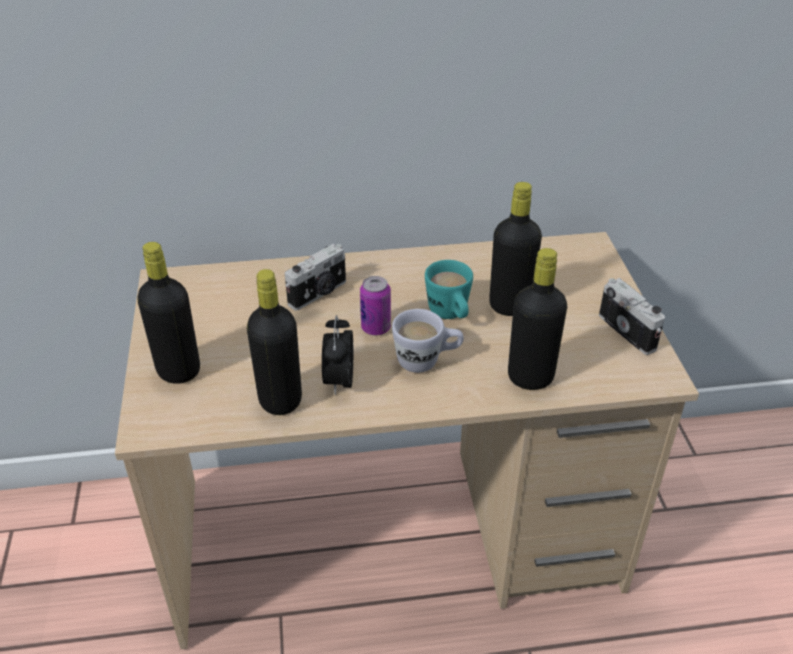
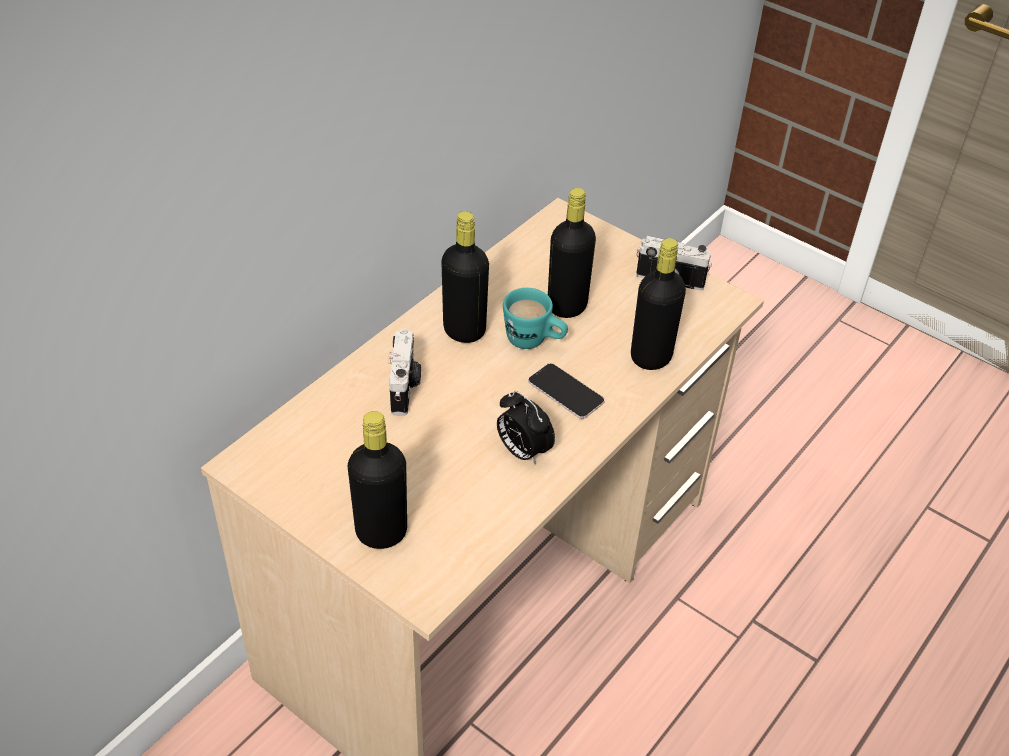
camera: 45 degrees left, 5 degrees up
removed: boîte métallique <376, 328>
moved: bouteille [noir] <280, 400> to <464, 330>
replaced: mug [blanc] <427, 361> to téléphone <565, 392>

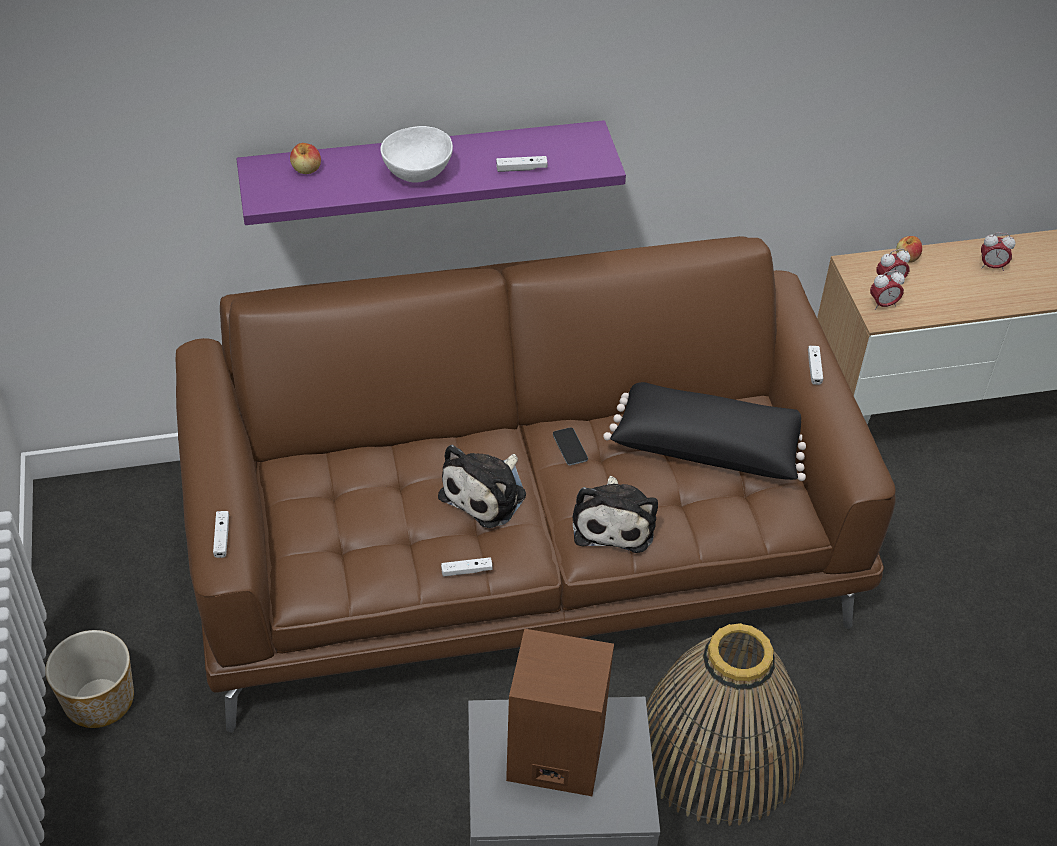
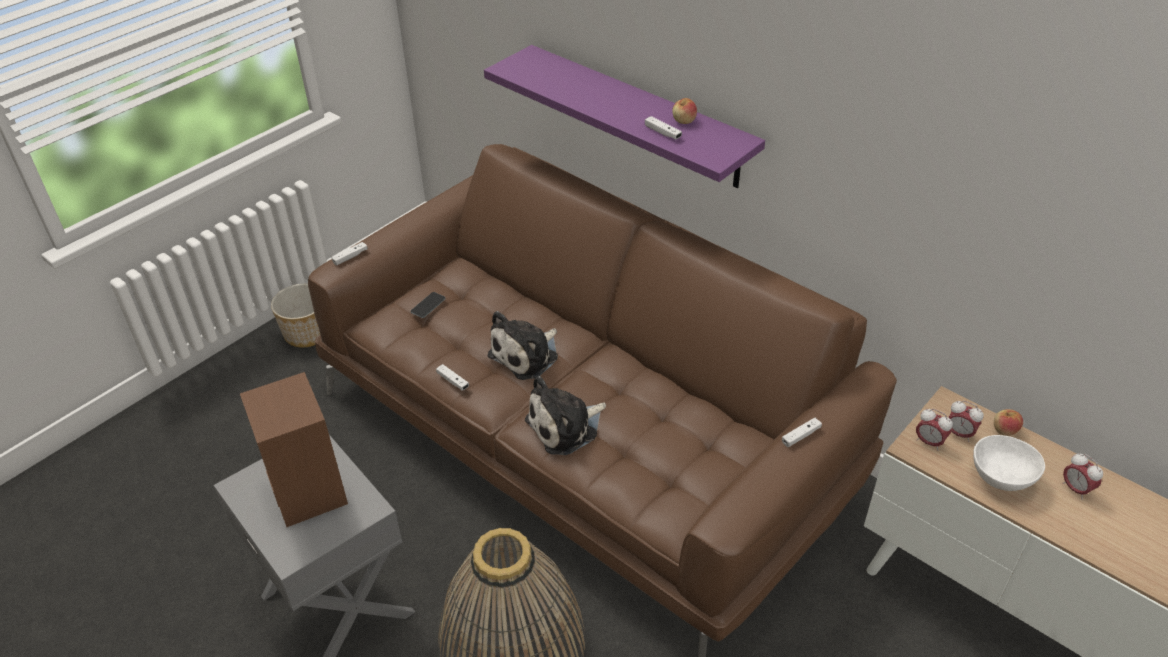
camera: 55 degrees right, 5 degrees down
removed: coussin [noir] <708, 445>
moved: pomme <306, 169> to <684, 121>; bol [blanc] <419, 173> to <1002, 479>; téléphone <570, 447> to <428, 305>
turned: peluche <487, 493> = <527, 355> 45 degrees counterclockwise

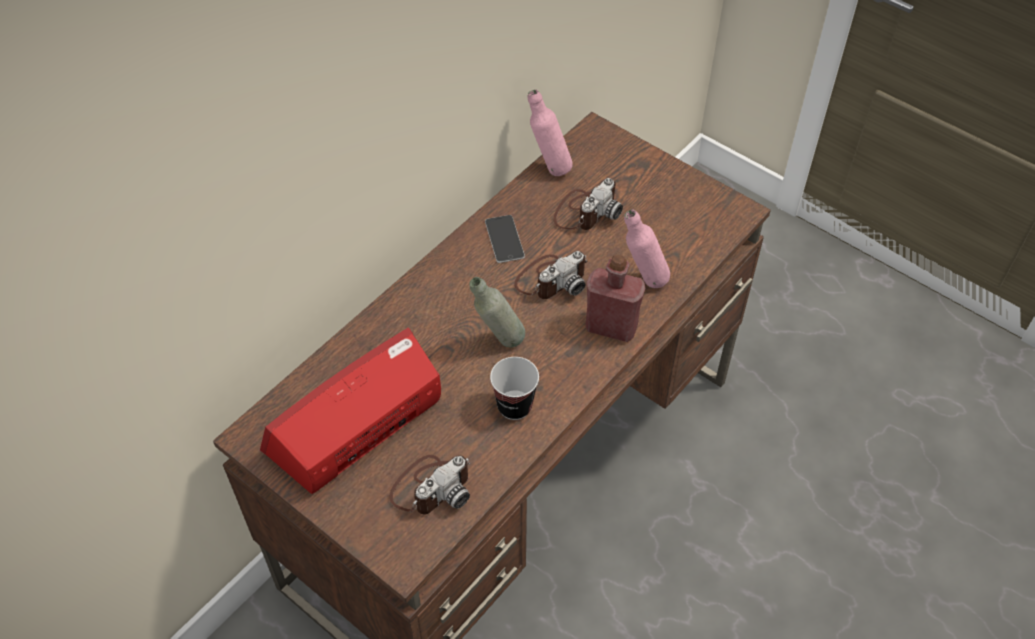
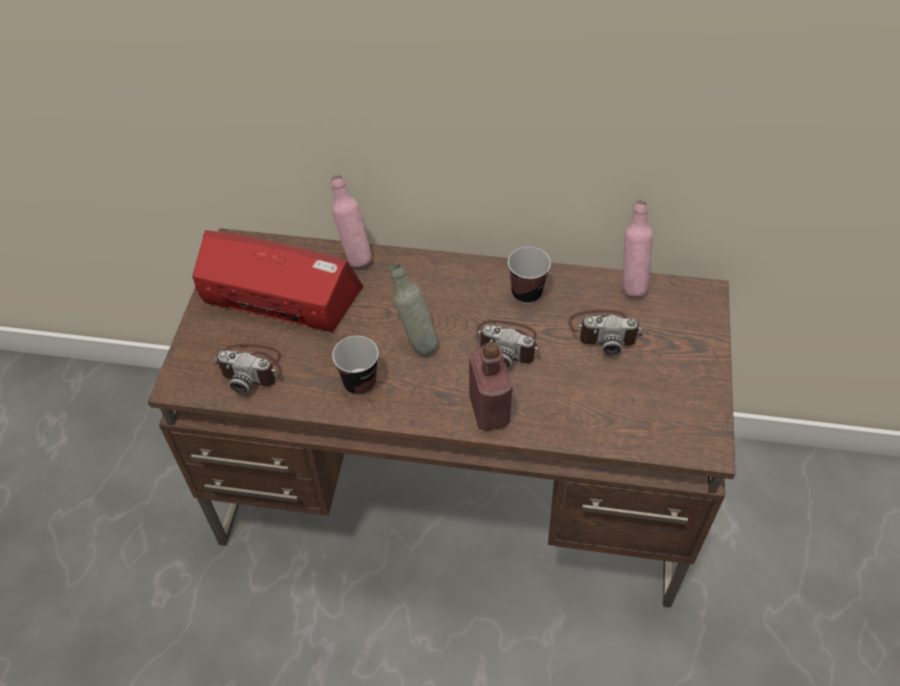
camera: 60 degrees right, 0 degrees up
moved: bouteille [rose] <643, 281> to <354, 256>
replaced: téléphone <504, 239> to tasse <526, 293>

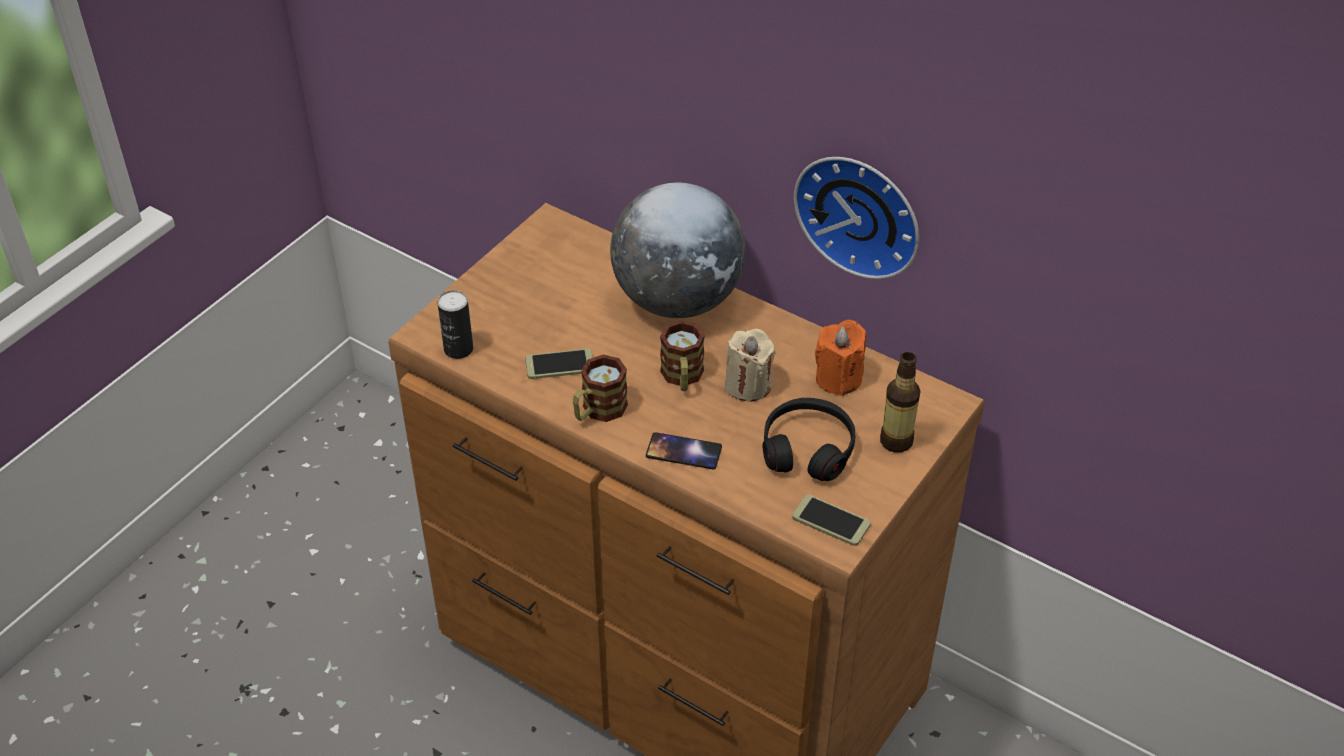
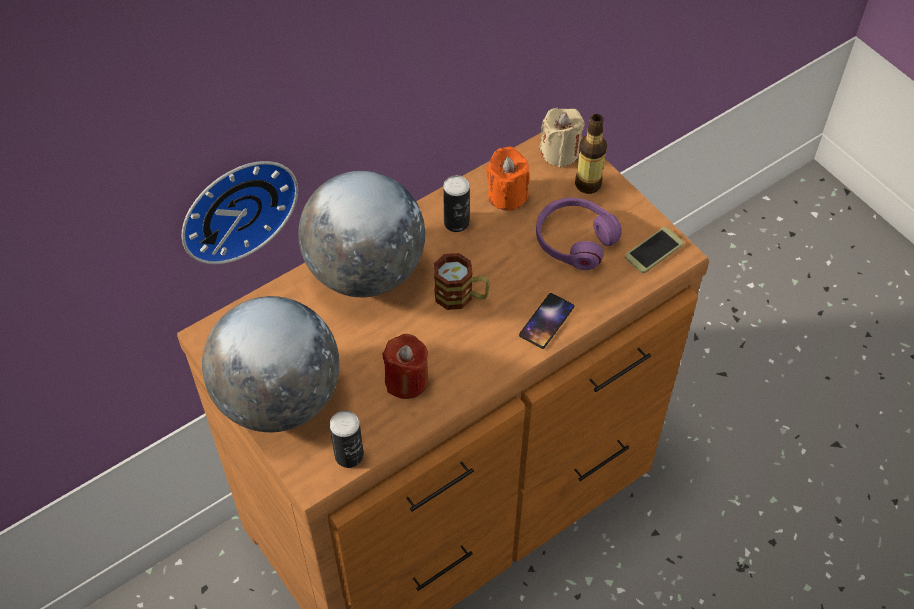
camera: 70 degrees left, 10 degrees up
removed: mug <598, 411>
added: globe <278, 398>; boîte métallique <456, 222>
moved: bougie [beige] <748, 385> to <560, 152>; horloge murale <861, 212> to <235, 206>
replaced: téléphone <559, 365> to bougie [rouge] <406, 380>
recoloured: casque audio [noir] <808, 448> to casque audio [violet] <574, 240>

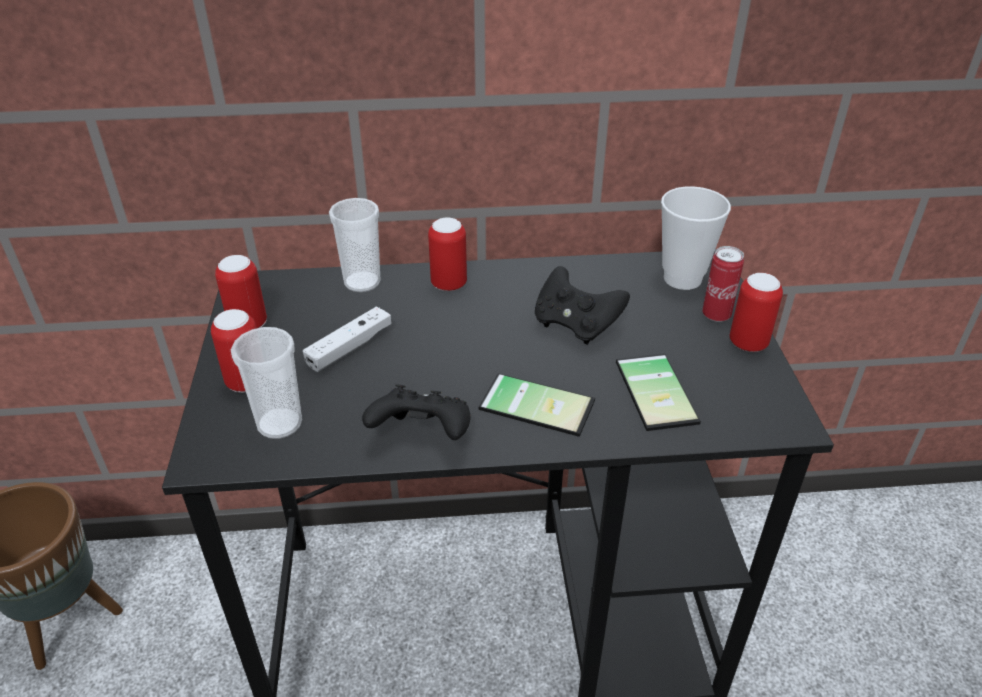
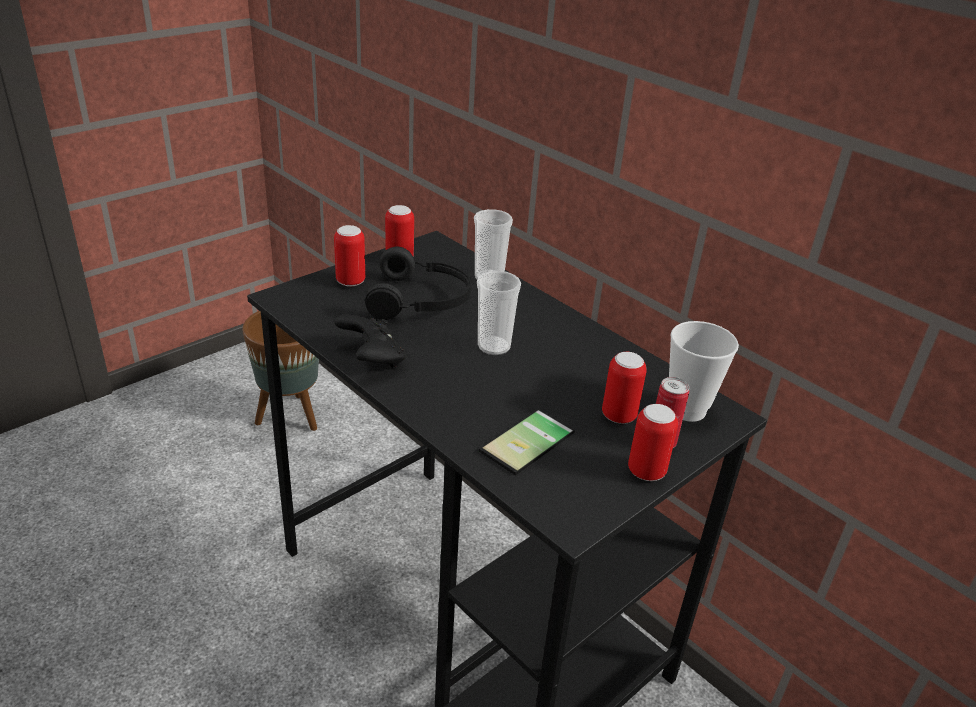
camera: 50 degrees right, 5 degrees down
removed: téléphone <539, 401>; manette [noir] <576, 325>
moved: tasse <279, 424> to <494, 346>; boîte métallique <449, 284> to <618, 416>
replaced: manette [blanc] <349, 347> to casque audio [noir] <421, 300>

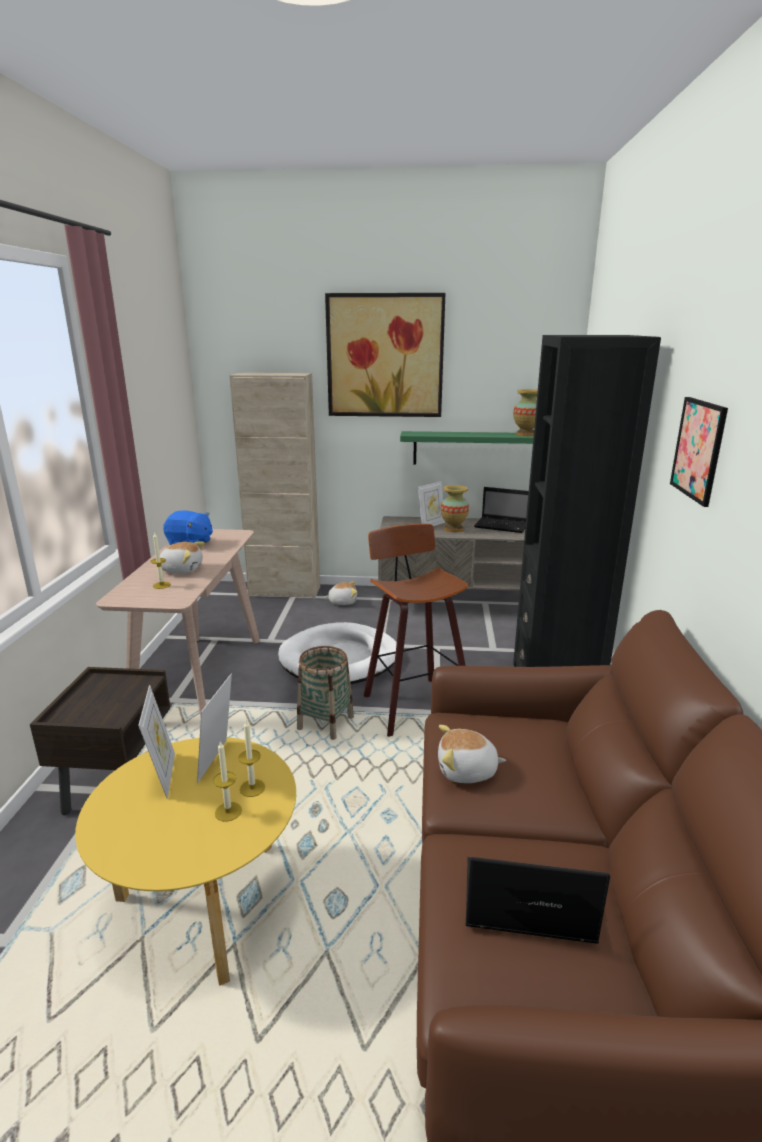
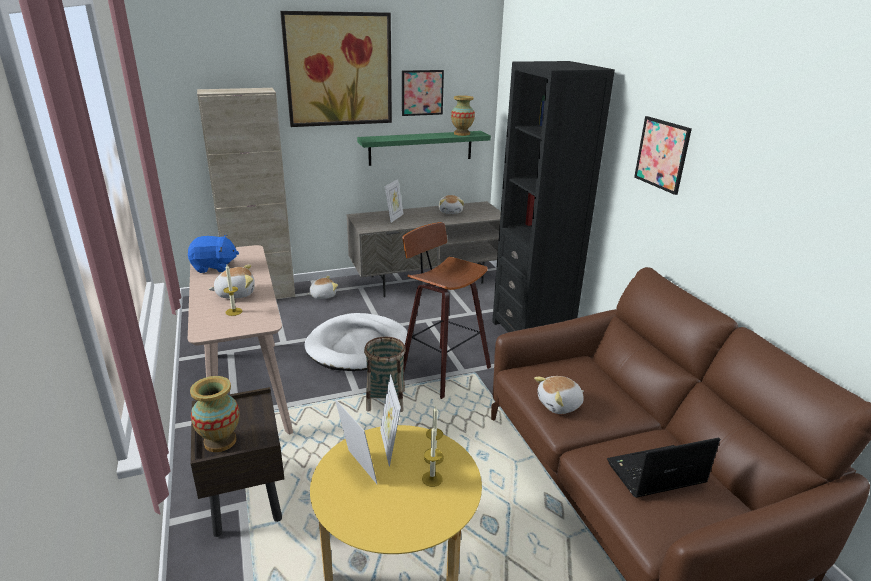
camera: 25 degrees left, 5 degrees up
added: tableau <422, 92>
moved: vase <453, 529> to <220, 441>
replaced: ordinateur portable <502, 526> to peluche <451, 212>

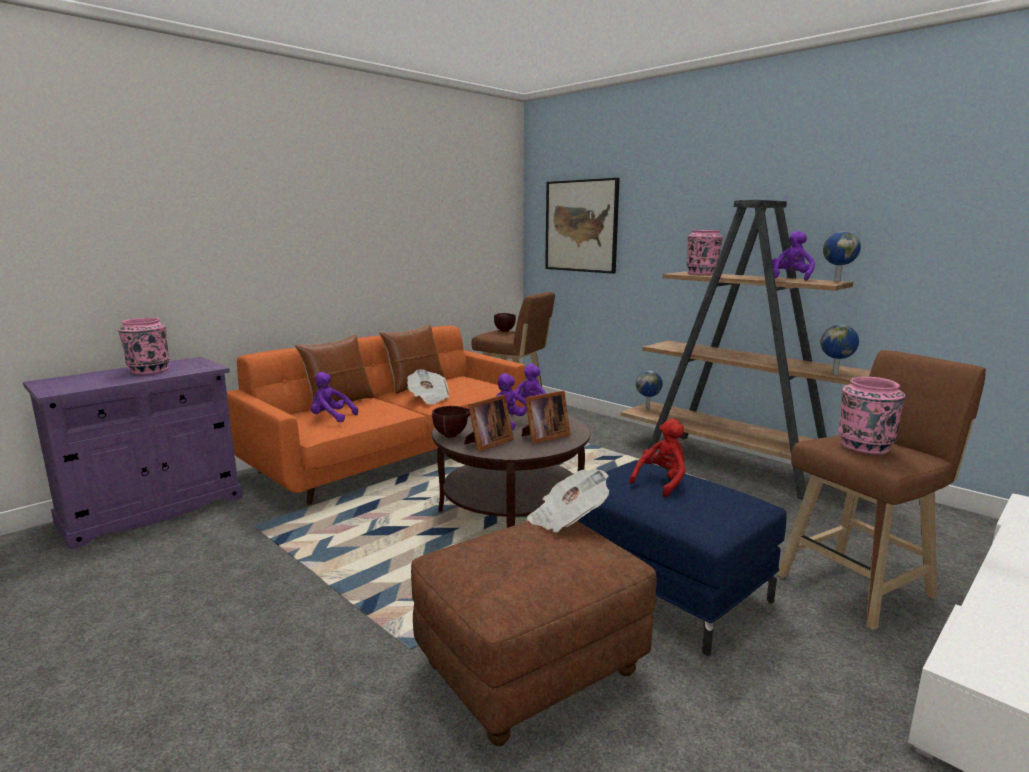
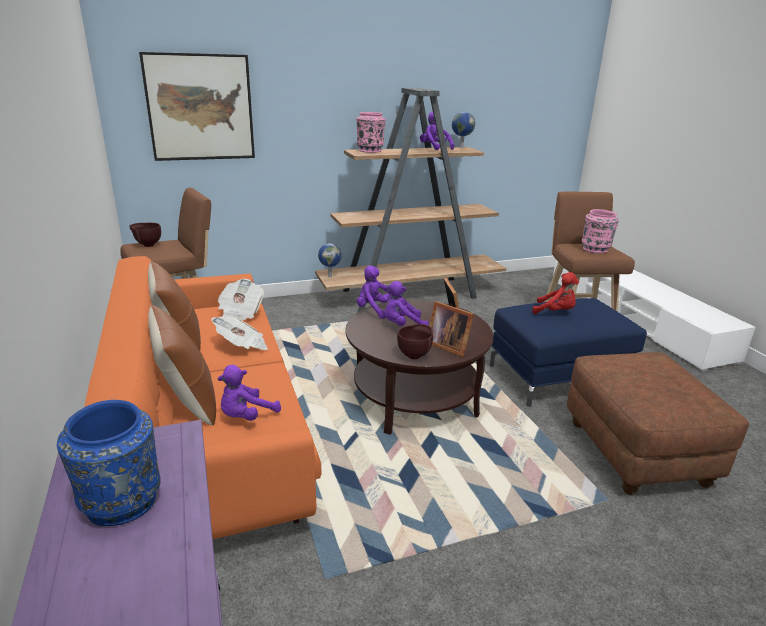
camera: 65 degrees left, 10 degrees up
removed: globe <836, 374>
moved: journal <567, 519> to <240, 313>
recoloured: vase [rose] <149, 371> to vase [bleu] <122, 504>
turned: cadre photo <487, 443> = <447, 345> 150 degrees clockwise; peluche [rouge] <662, 482> = <555, 312> 135 degrees clockwise

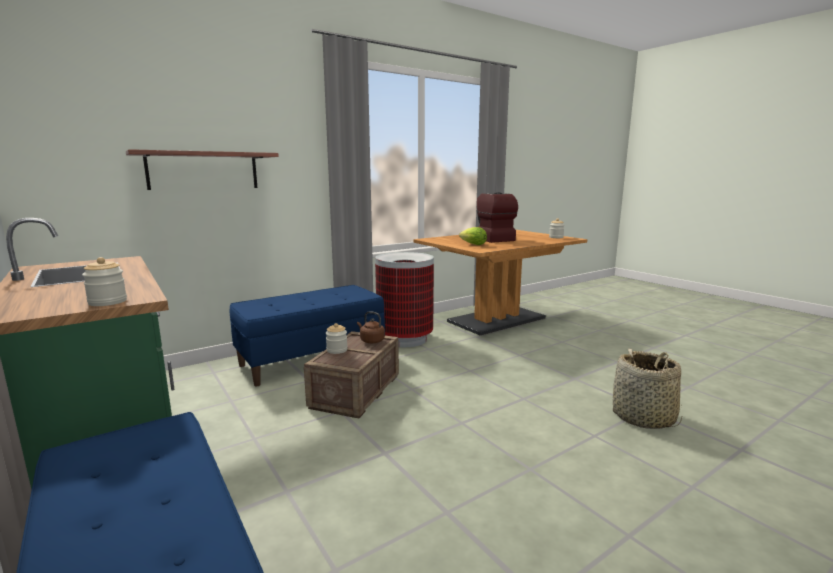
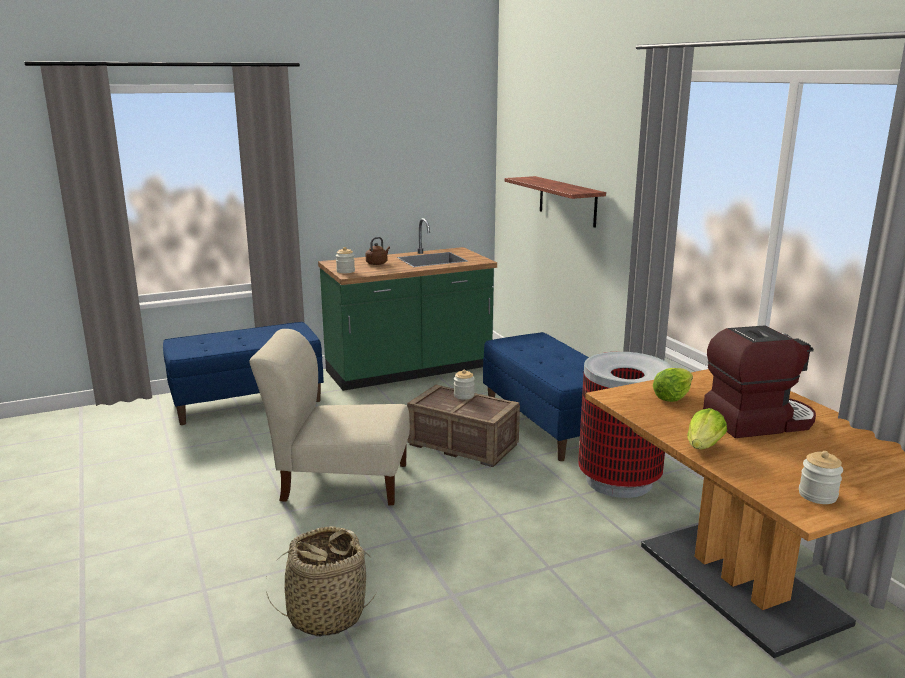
camera: 100 degrees right, 5 degrees up
added: chaise [beige] <339, 481>; laitue <704, 447>
moved: bouilloire [marron] <371, 341> to <377, 263>

